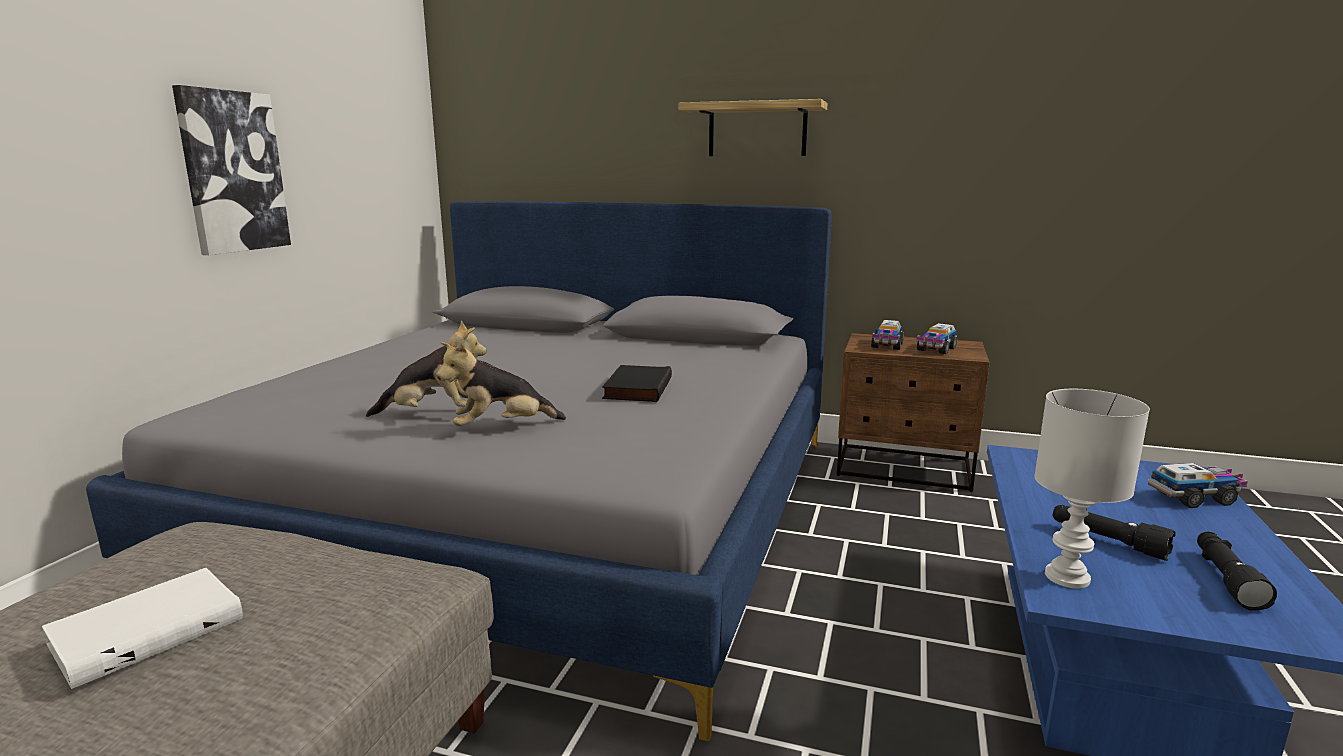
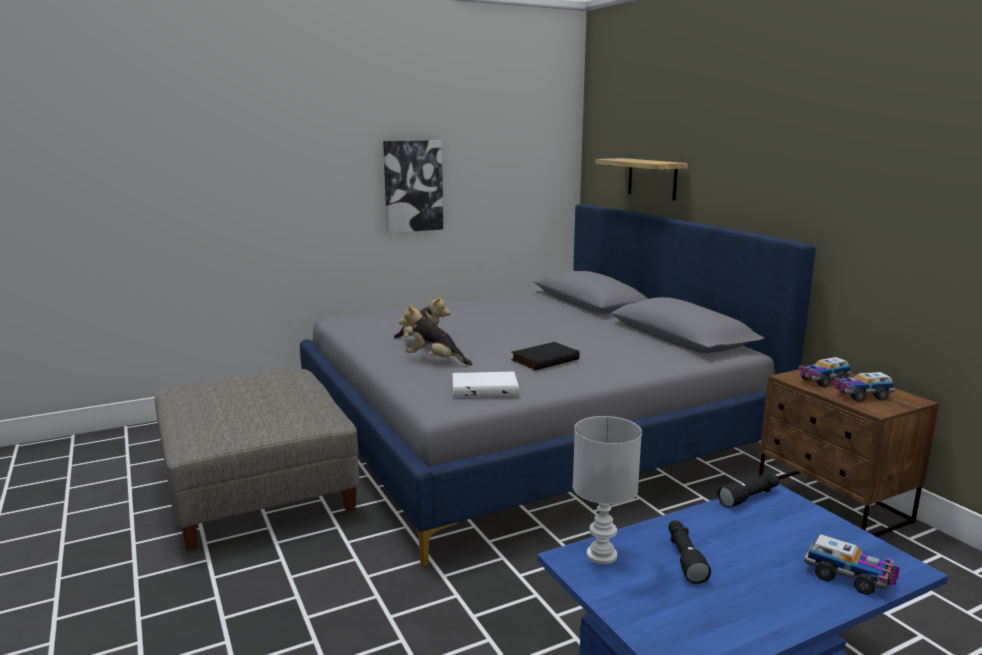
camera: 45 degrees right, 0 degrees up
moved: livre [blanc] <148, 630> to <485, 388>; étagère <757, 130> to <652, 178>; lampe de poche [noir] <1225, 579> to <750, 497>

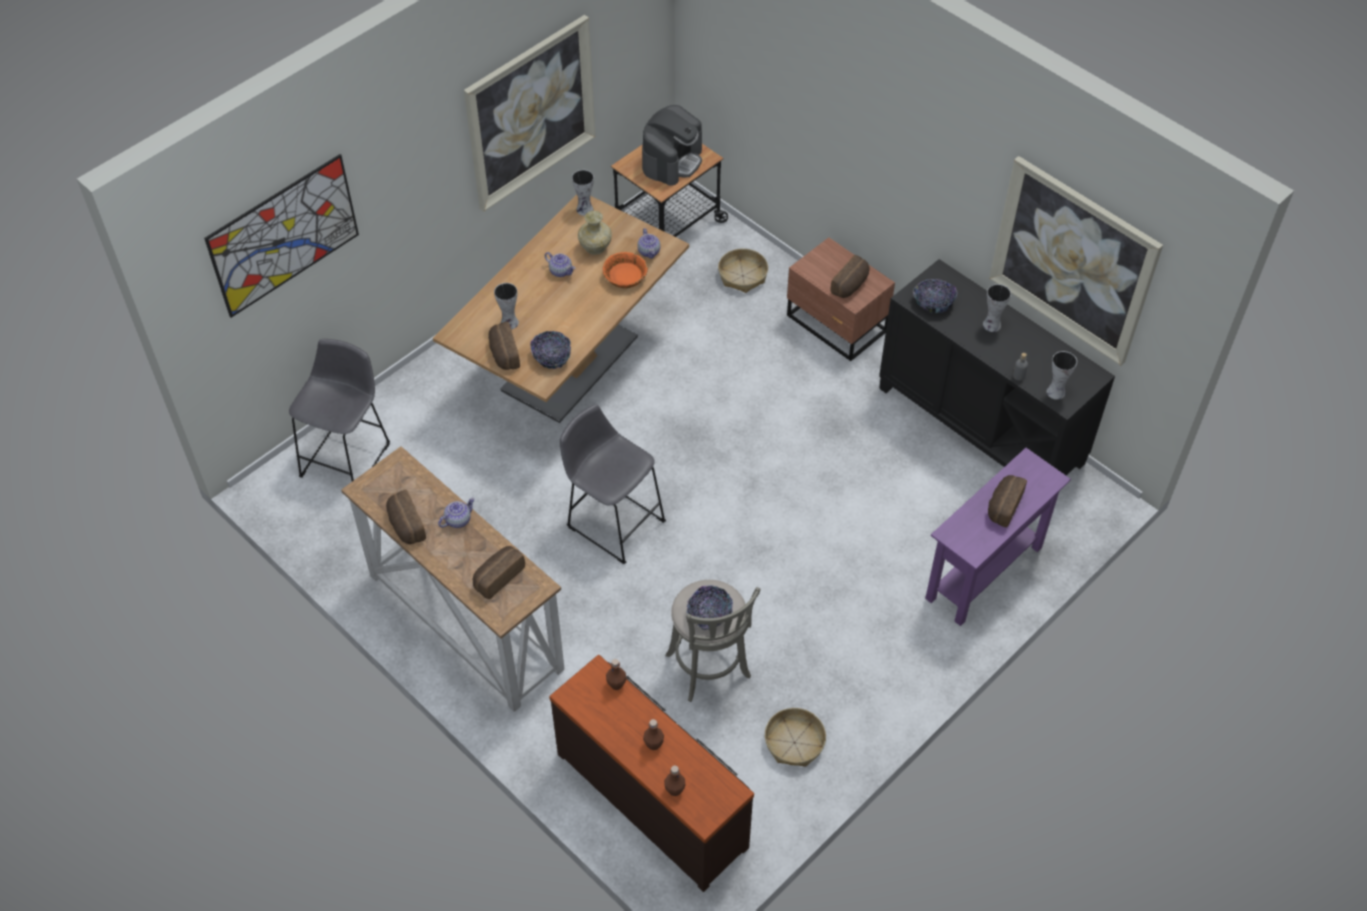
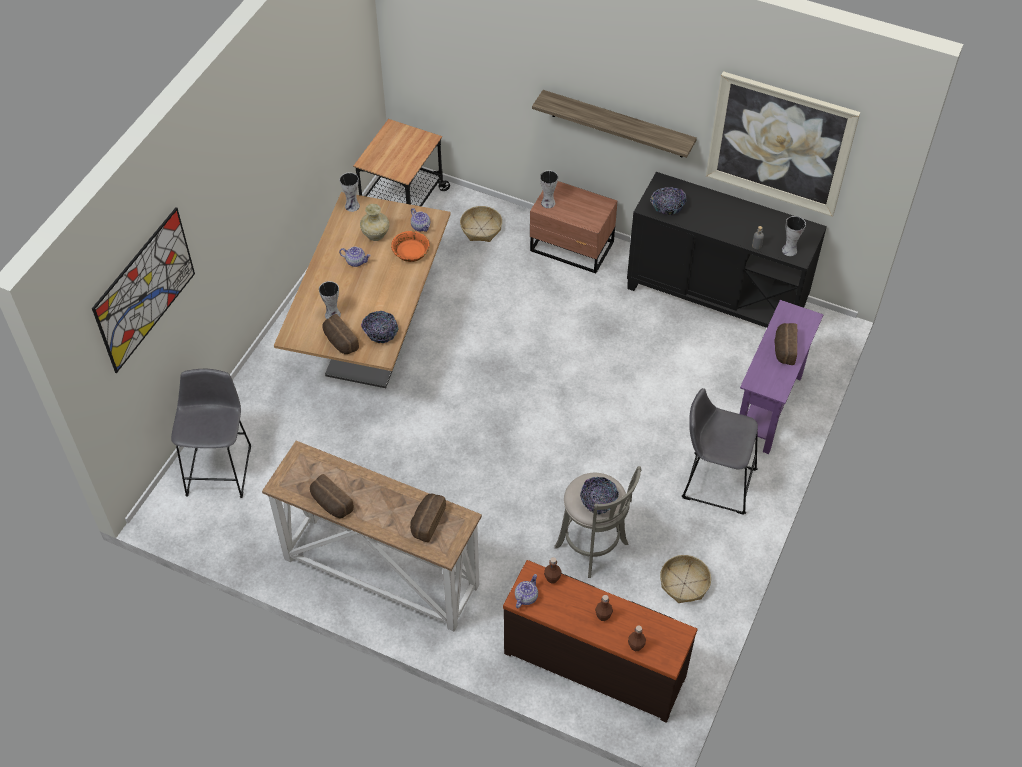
camera: 20 degrees left, 0 degrees up
removed: tableau <530, 113>; machine à café <672, 161>; pain <851, 285>
added: étagère <617, 124>
moved: théière <458, 520> to <526, 597>; tabouret [gris] <612, 521> to <714, 482>; vase <991, 325> to <547, 203>

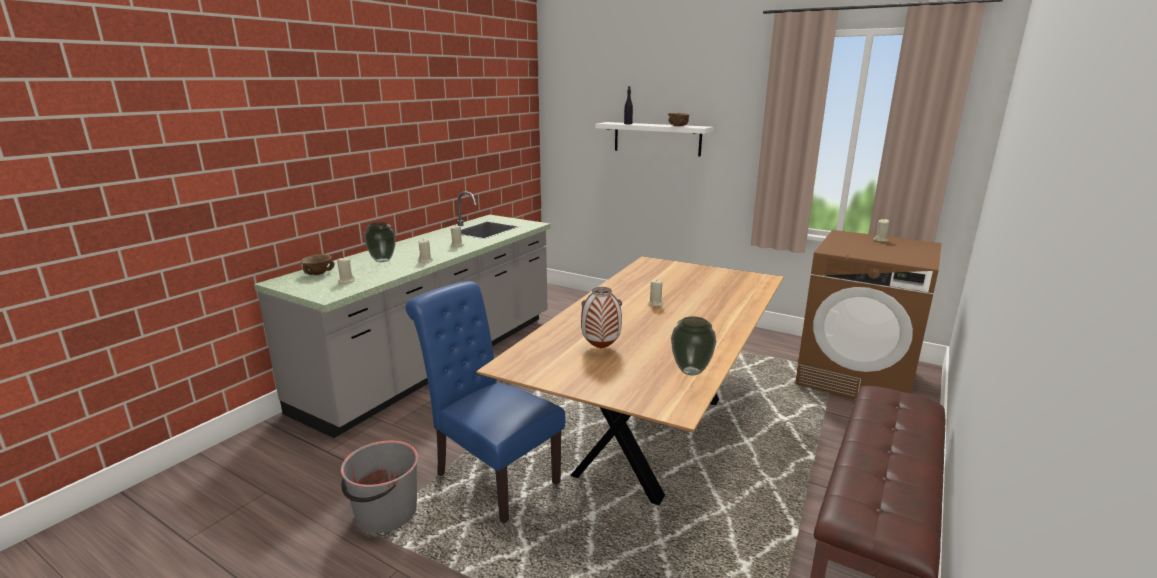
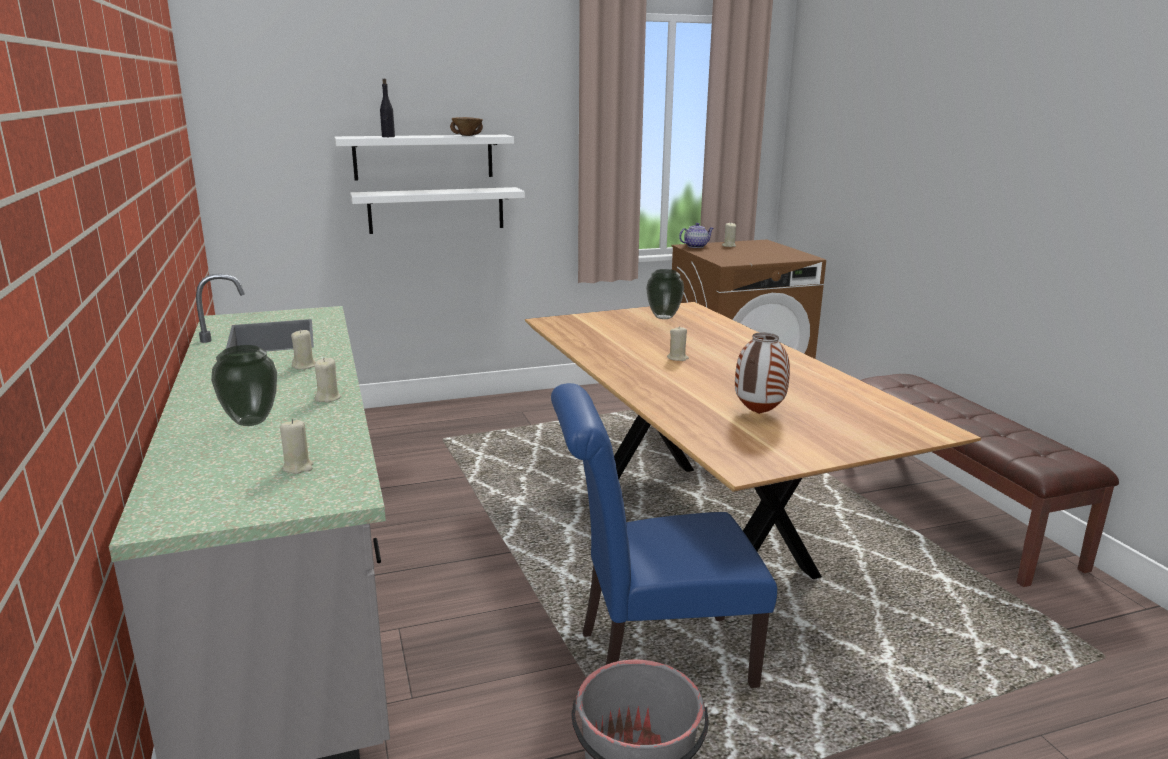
camera: 50 degrees left, 0 degrees up
removed: bol [marron] <319, 273>
added: étagère [blanc] <436, 210>; théière <696, 246>
moved: vase <691, 371> to <663, 317>

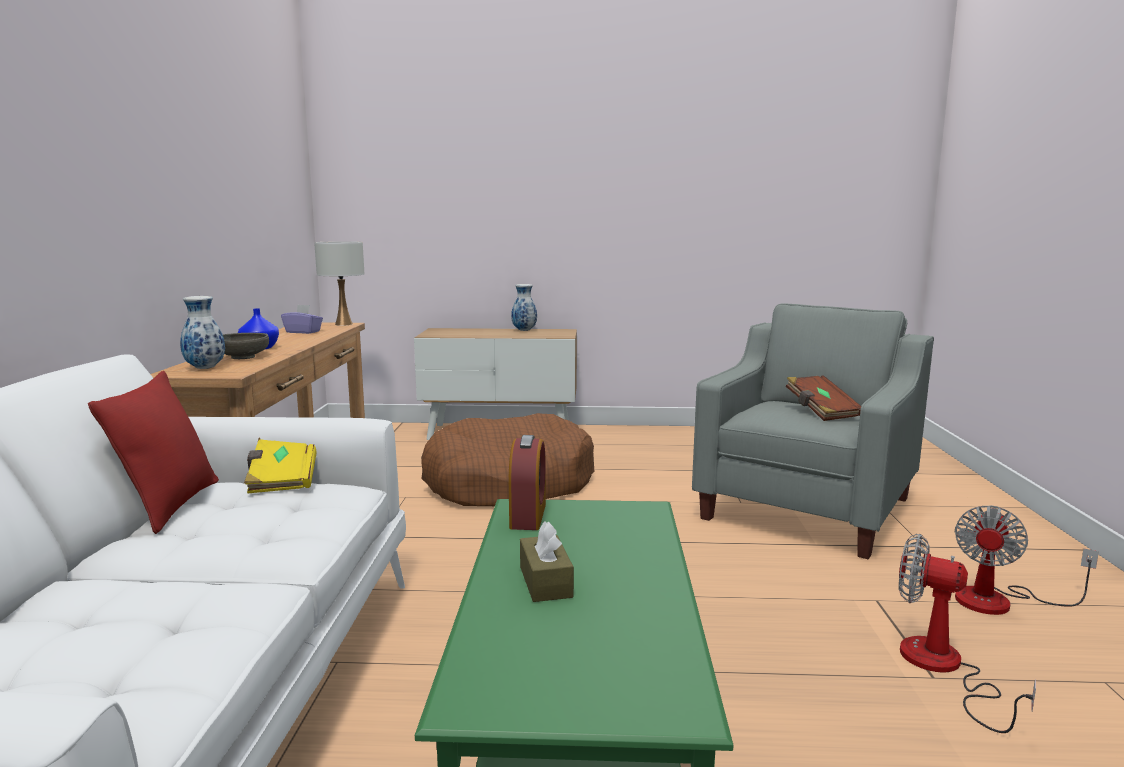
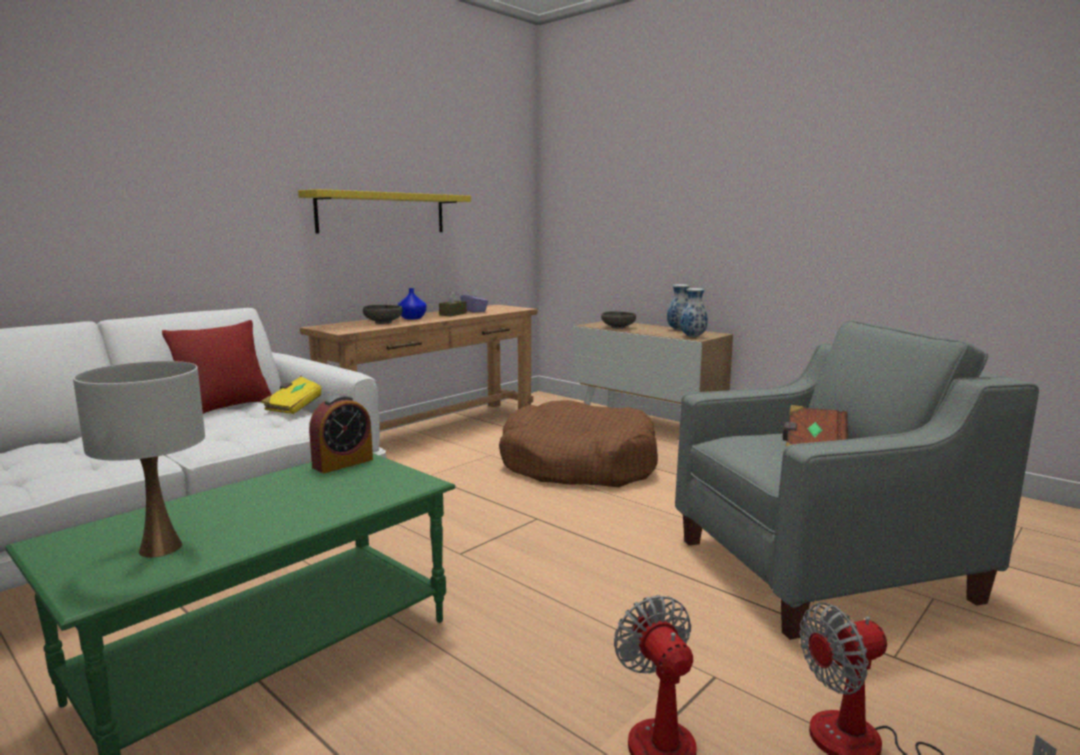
camera: 40 degrees right, 0 degrees up
added: étagère [jaune] <382, 213>; bol [gris] <618, 327>
moved: vase <206, 368> to <693, 336>; lampe de table [blanc] <344, 324> to <161, 548>; boîte à mouchoirs [marron] <545, 582> to <453, 314>

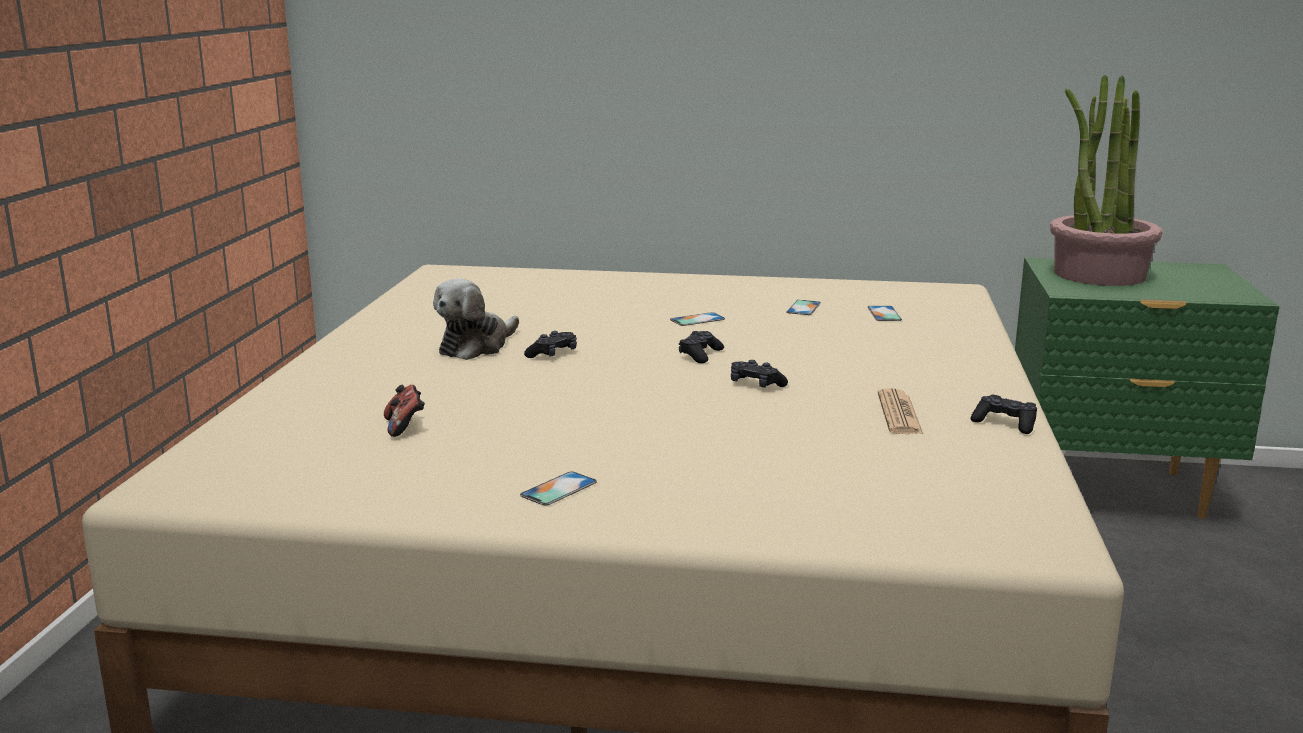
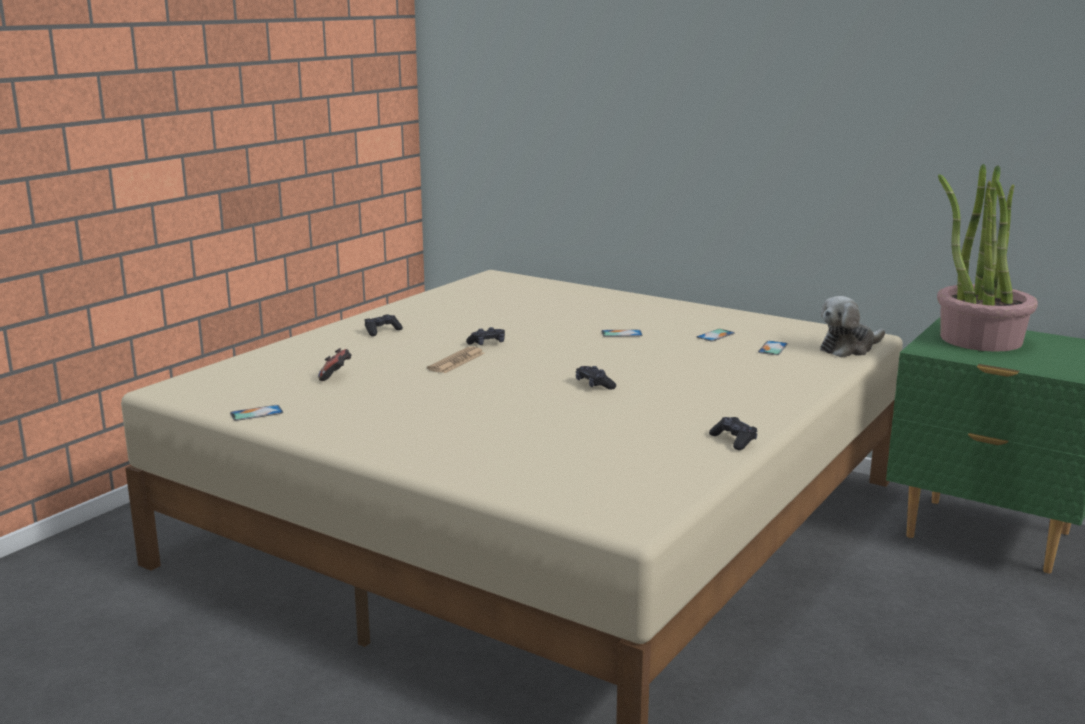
camera: 25 degrees right, 0 degrees up
moved: peluche <476, 346> to <849, 348>; téléphone <558, 489> to <256, 413>; manette [noir] <700, 355> to <382, 331>; journal <899, 414> to <456, 361>

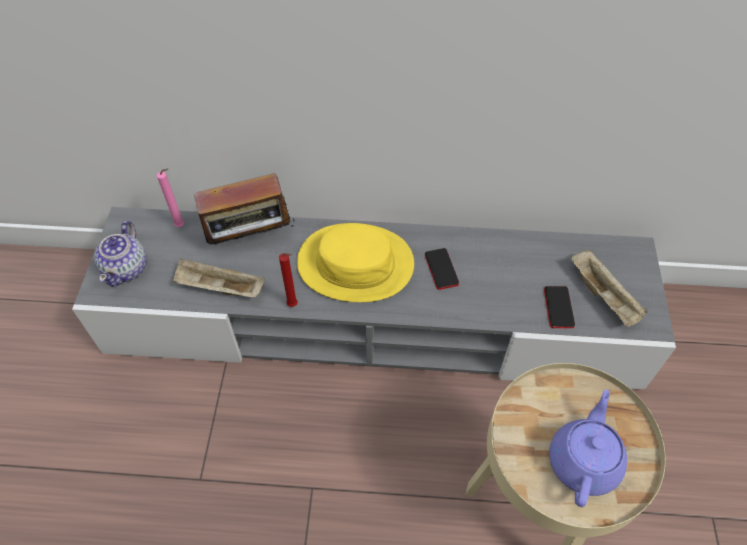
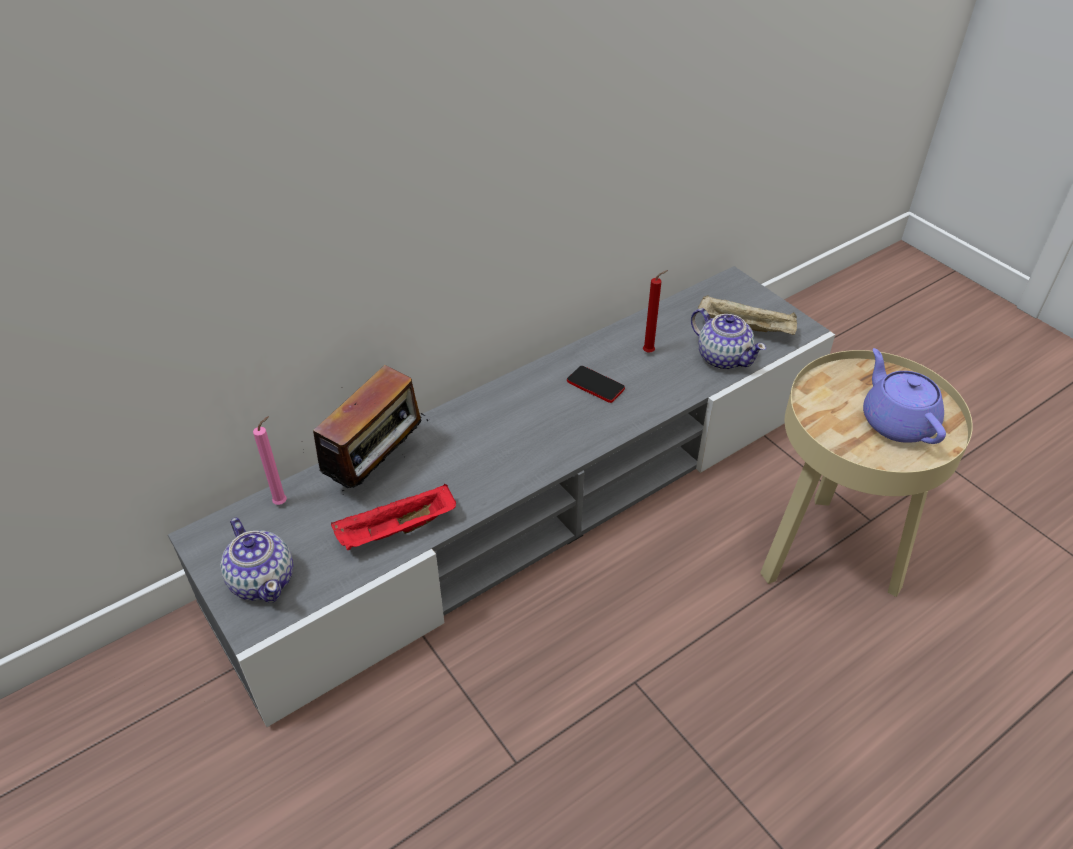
camera: 40 degrees left, 10 degrees down
removed: chapeau [jaune] <355, 263>
moved: bougie [rouge] <294, 305> to <650, 352>
replaced: téléphone <558, 307> to théière <723, 357>
recoloured: plateau [beige] <219, 288> to plateau [rouge] <396, 531>

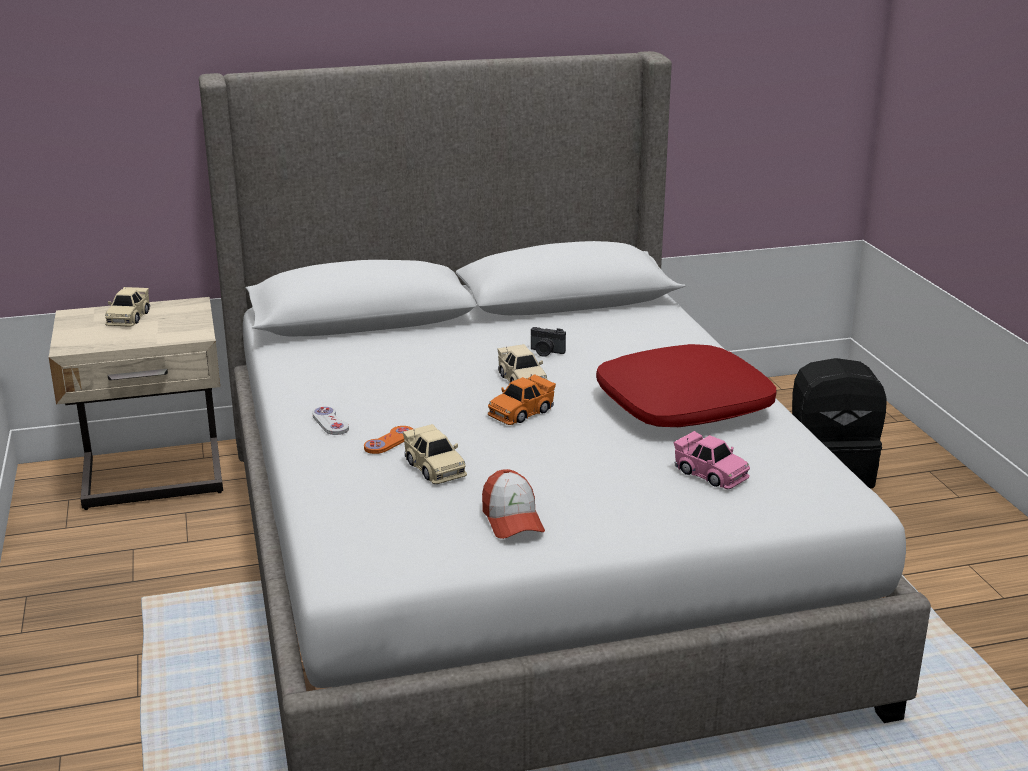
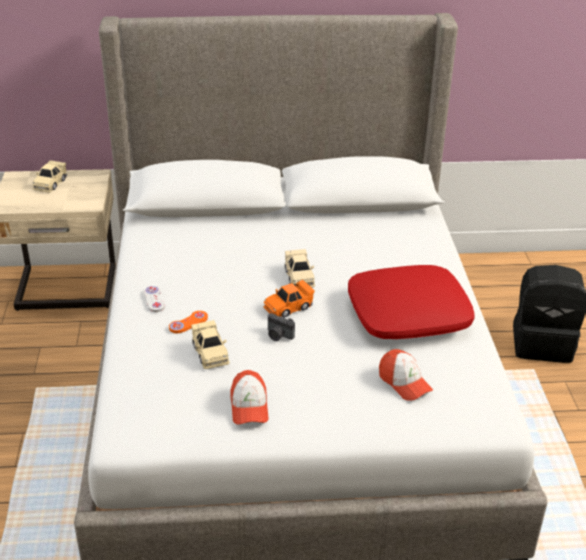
camera: 10 degrees right, 10 degrees up
moved: appareil photo <546, 352> to <278, 335>
replaced: petite voiture [rose] <710, 474> to casquette <404, 382>

